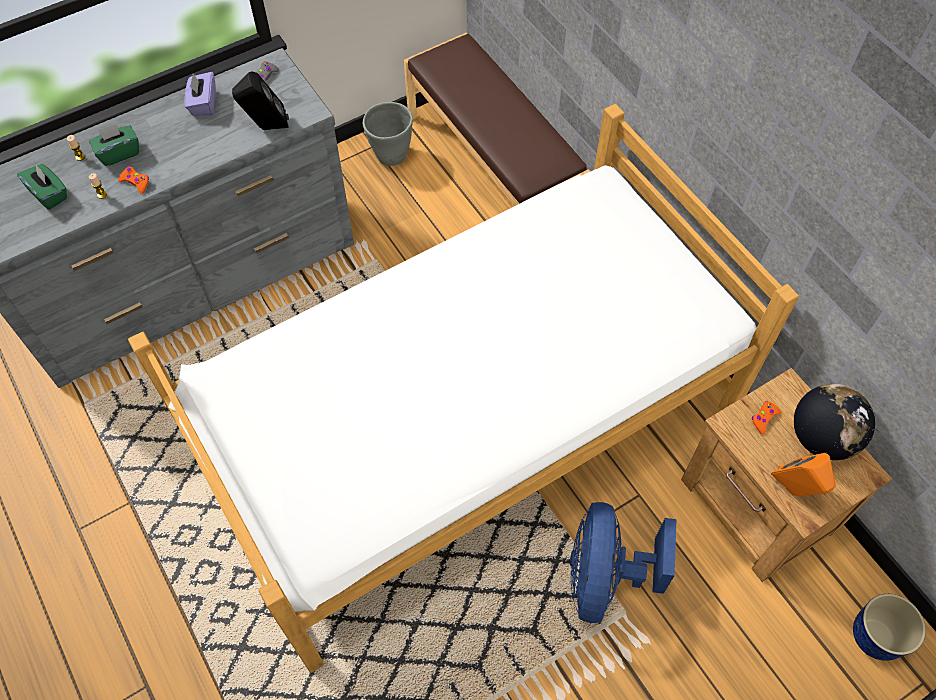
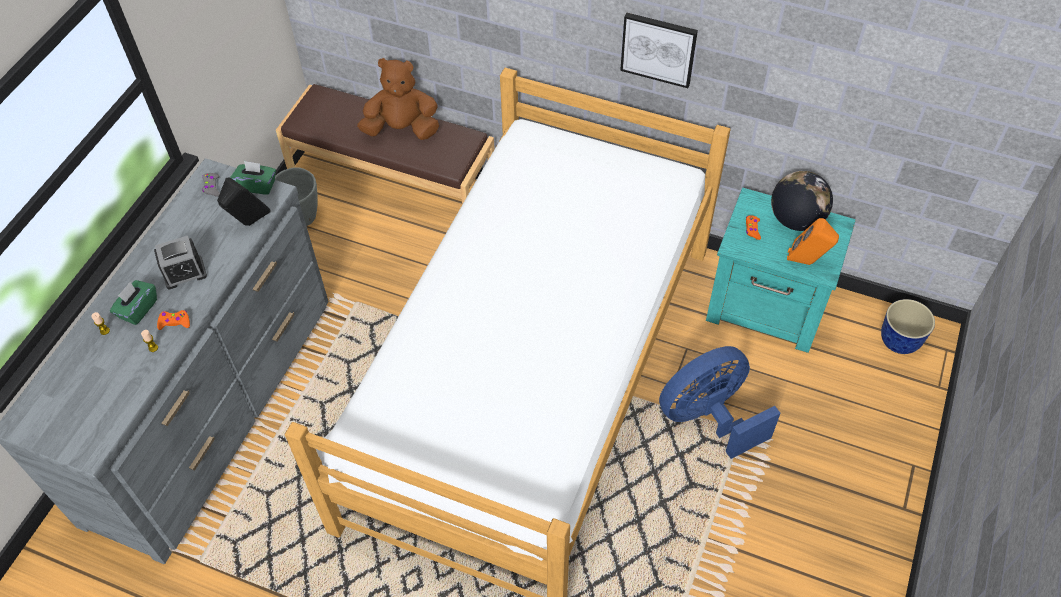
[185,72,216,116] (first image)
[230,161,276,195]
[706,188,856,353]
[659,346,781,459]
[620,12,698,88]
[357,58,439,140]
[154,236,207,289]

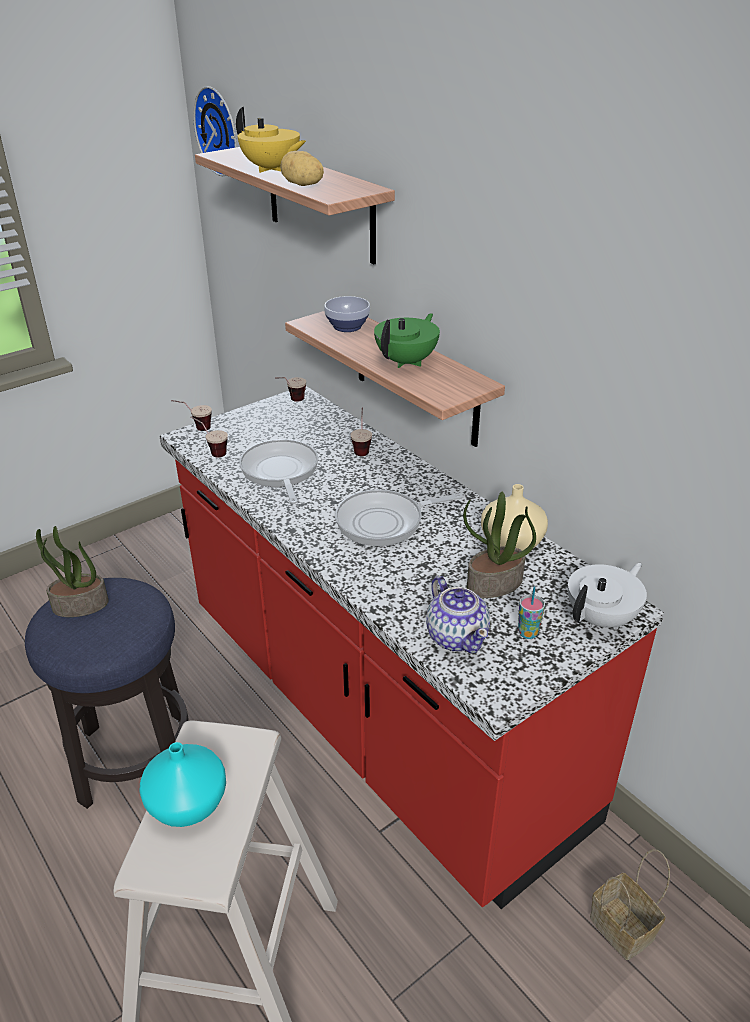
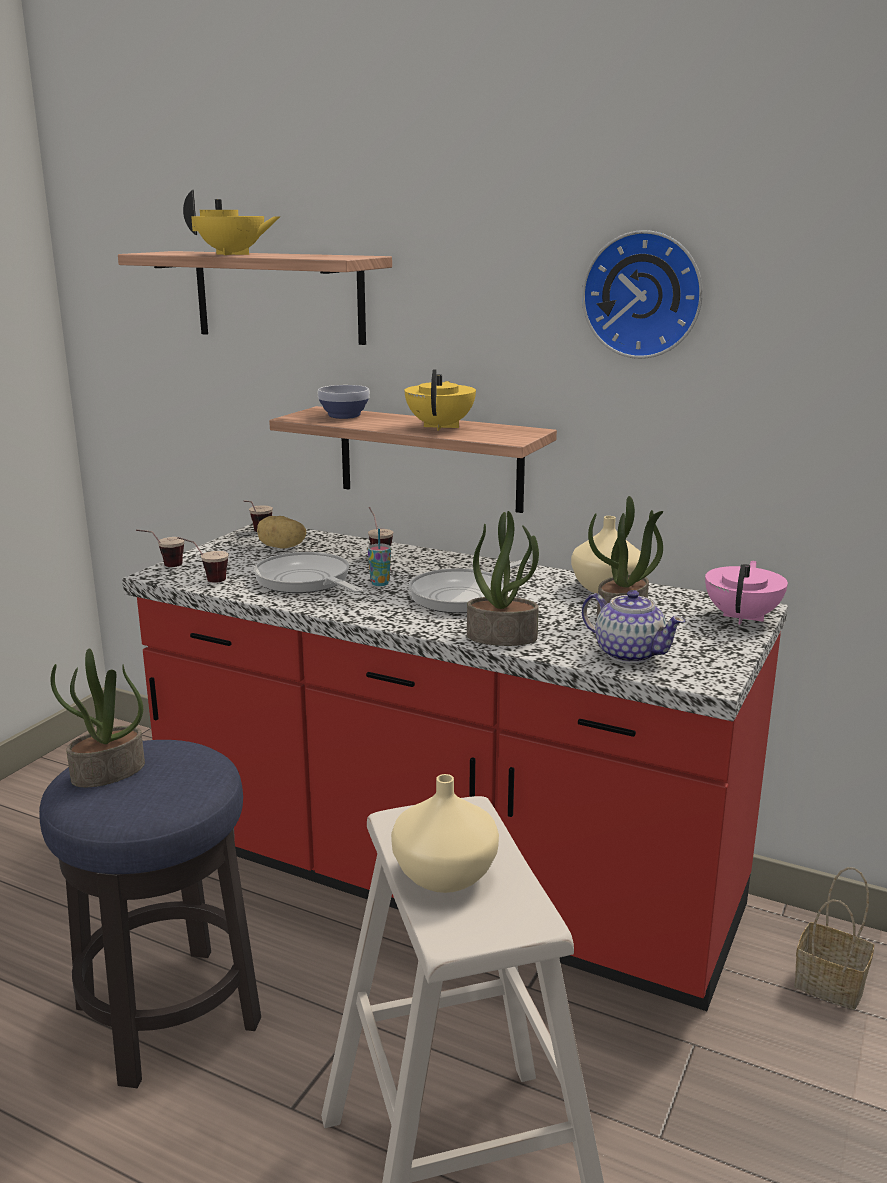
[582,230,703,359]
[257,516,306,548]
[405,369,476,431]
[705,561,788,625]
[368,529,391,586]
[391,774,499,893]
[467,511,539,646]

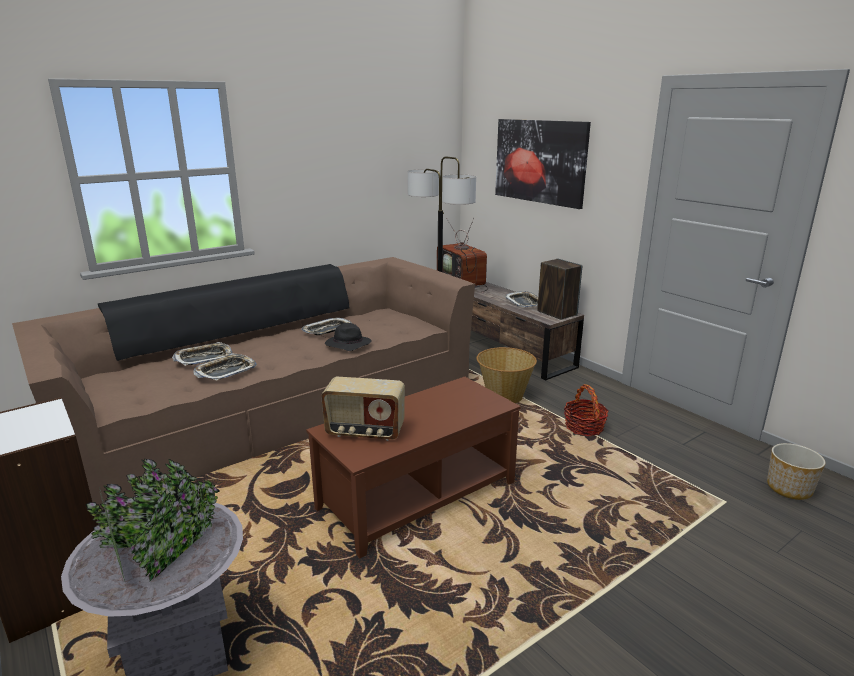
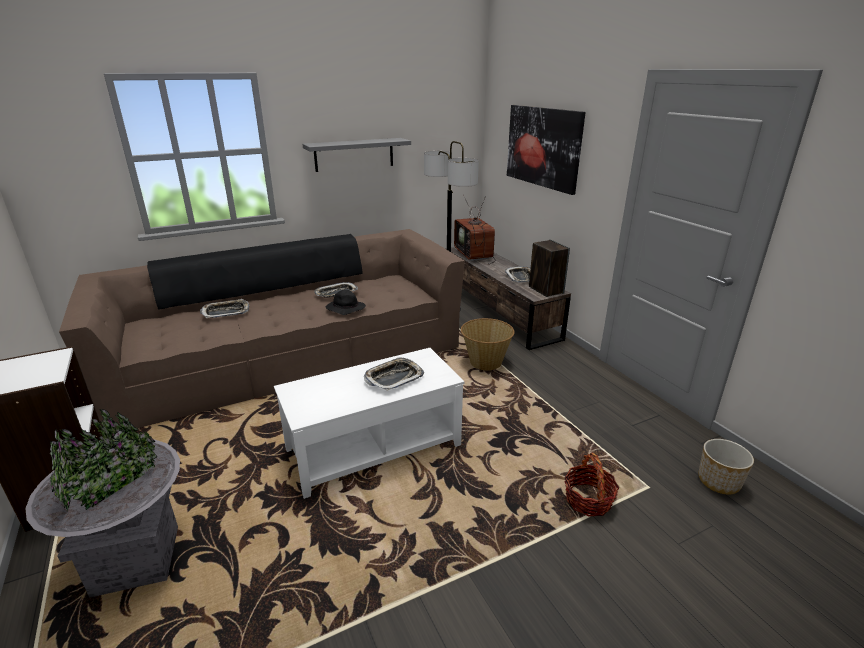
[364,357,424,391]
[274,348,464,499]
[321,377,405,441] (first image)
[564,453,619,517]
[302,138,411,172]

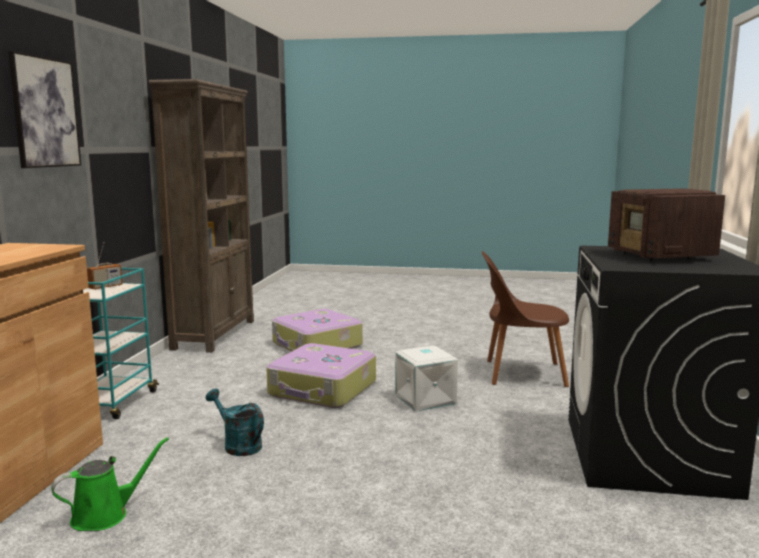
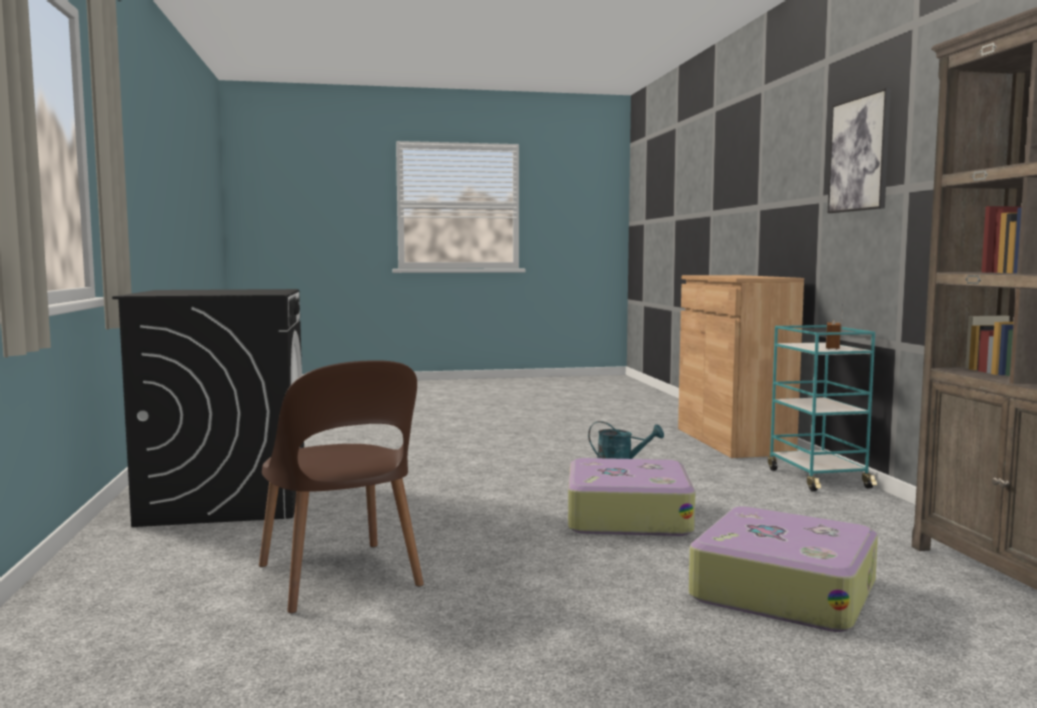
[608,188,725,262] (first image)
[259,360,424,613]
[395,346,458,412] (first image)
[51,437,169,531] (first image)

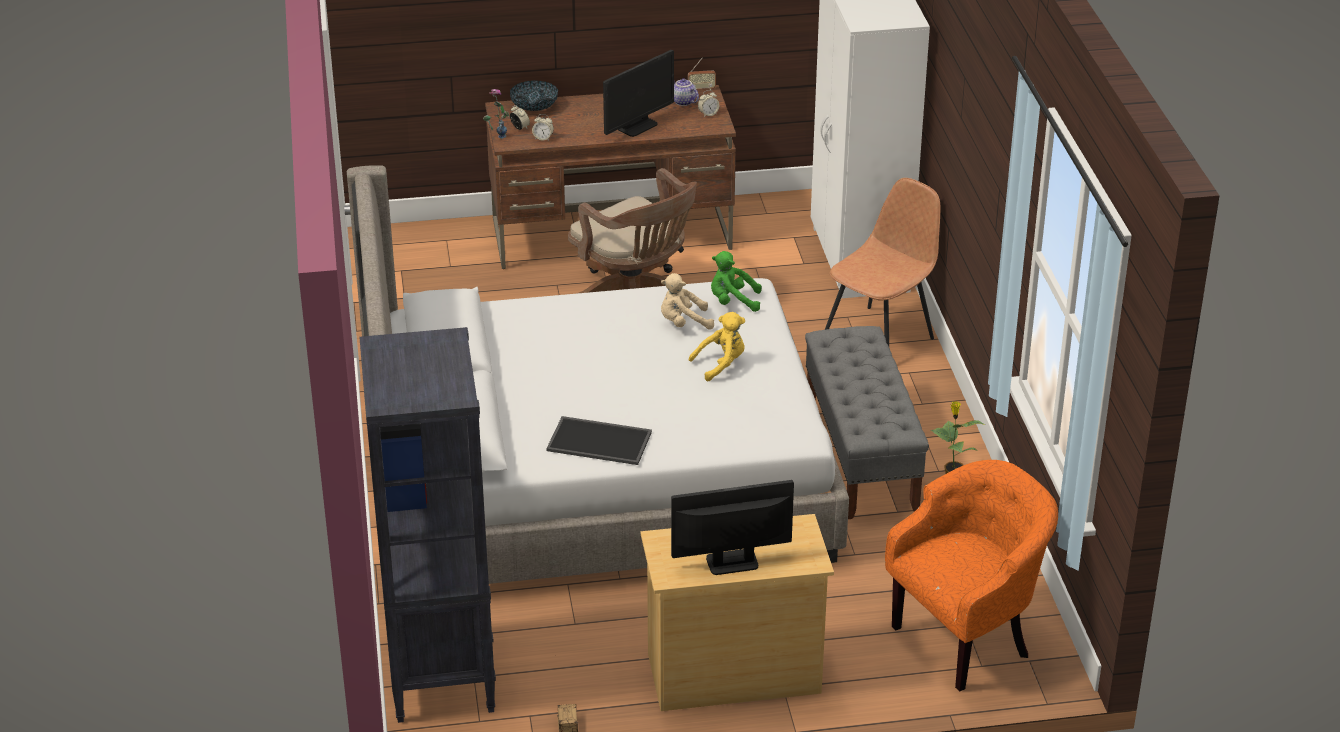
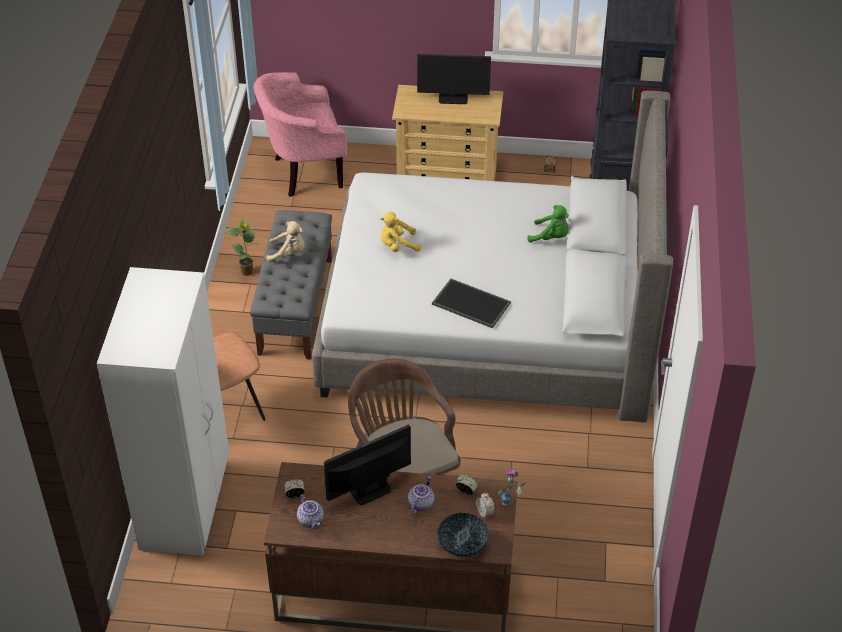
[688,58,716,90] (first image)
[527,205,569,242]
[266,221,305,262]
[432,279,511,328]
[253,72,347,197]
[408,476,434,514]

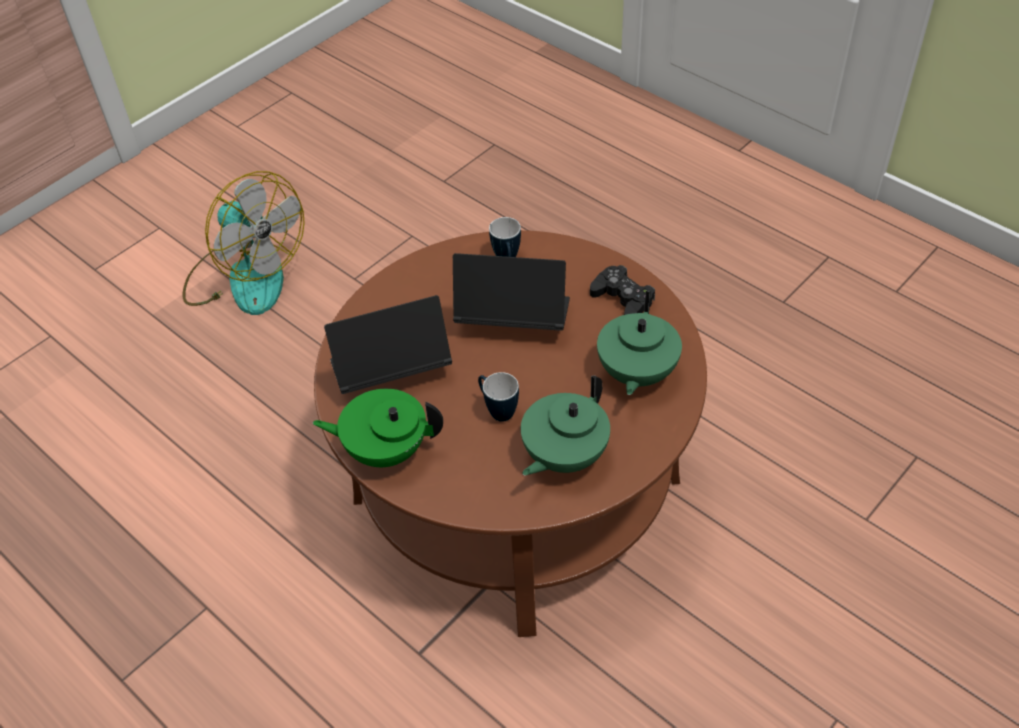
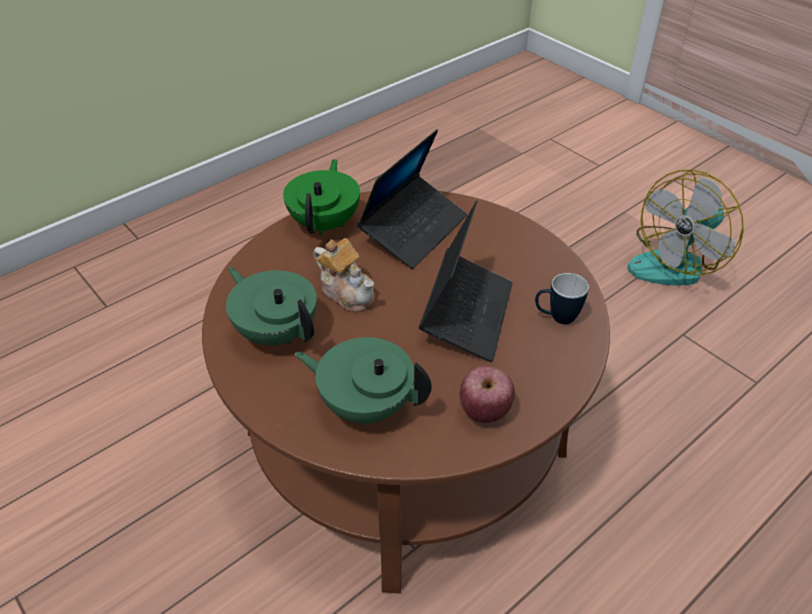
[460,366,515,423]
[357,129,467,269]
[314,238,375,312]

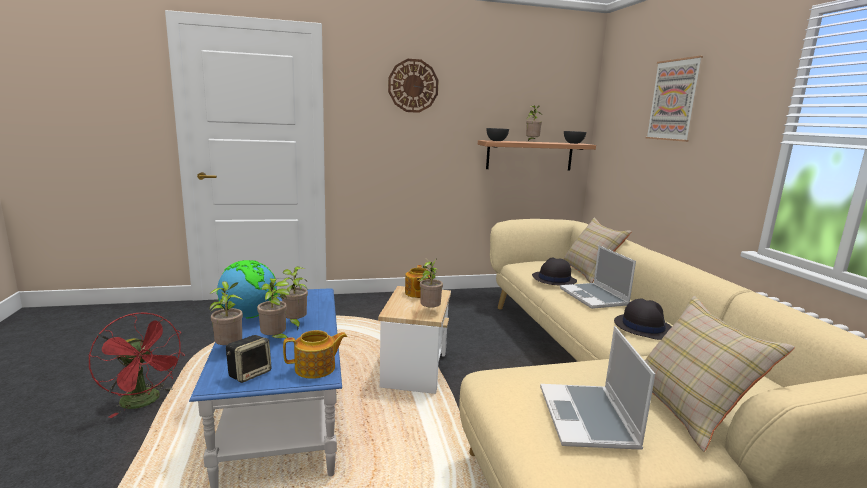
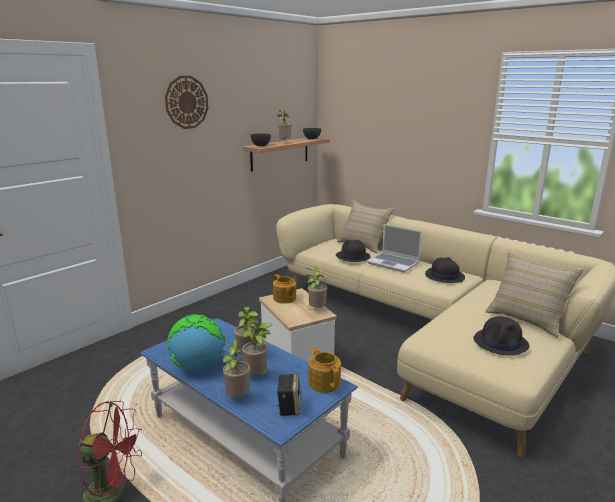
[646,56,703,142] (first image)
[473,316,529,356]
[308,346,341,393]

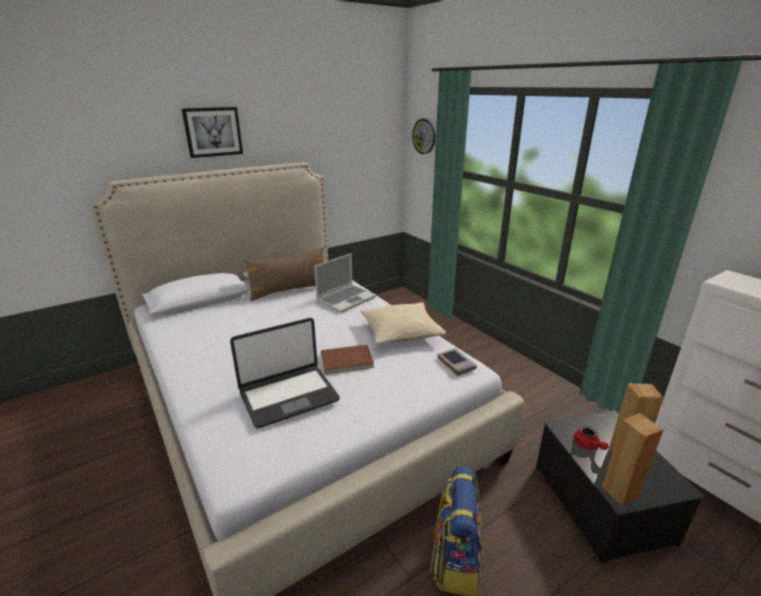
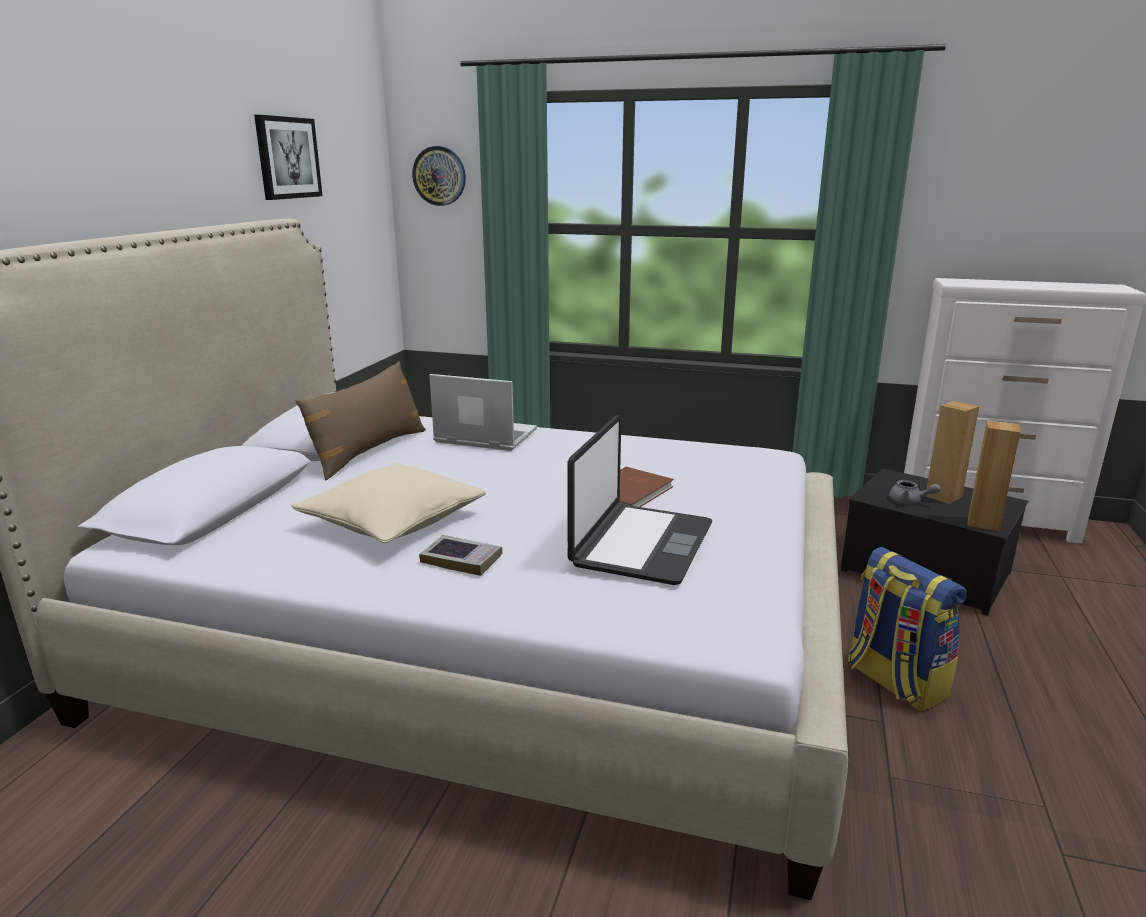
[254,115,323,200]
[430,374,537,451]
[291,463,486,543]
[419,535,502,576]
[889,480,941,504]

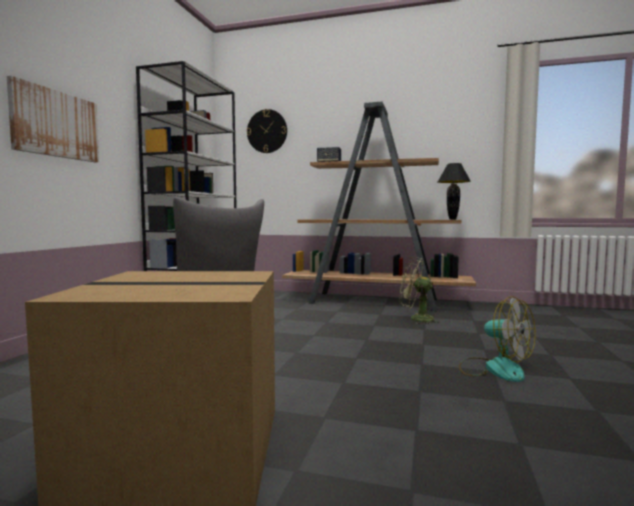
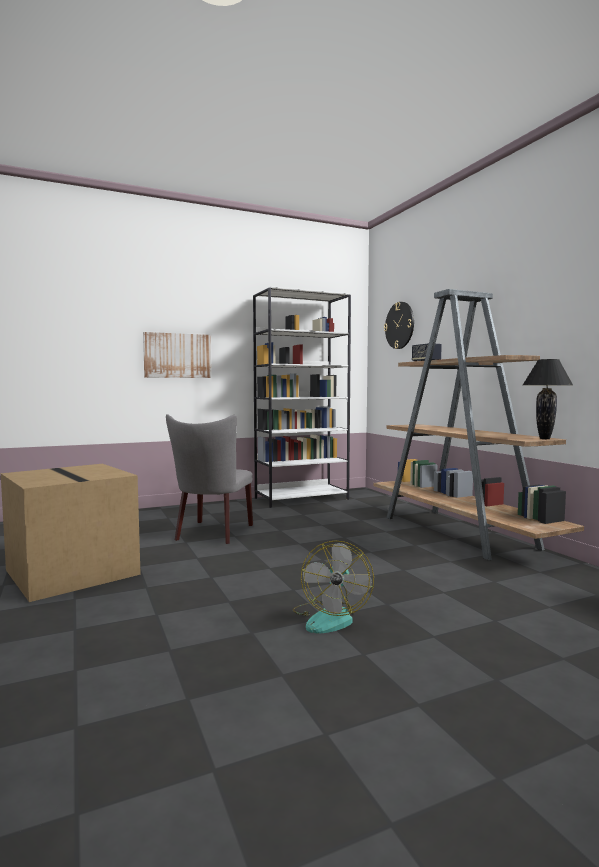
[399,257,441,324] (first image)

